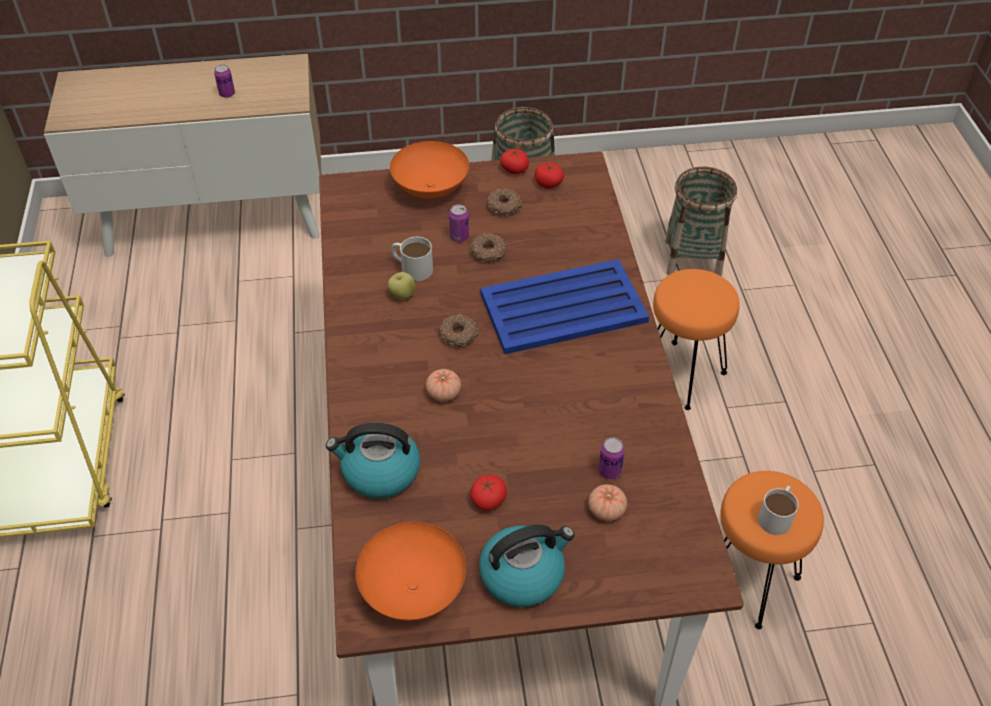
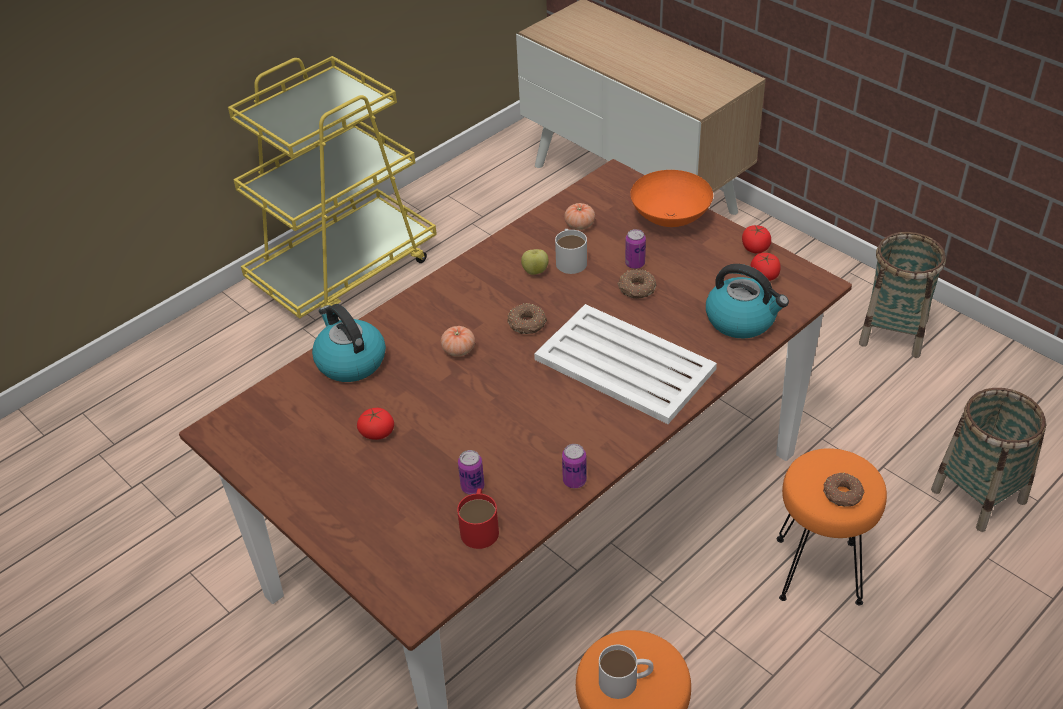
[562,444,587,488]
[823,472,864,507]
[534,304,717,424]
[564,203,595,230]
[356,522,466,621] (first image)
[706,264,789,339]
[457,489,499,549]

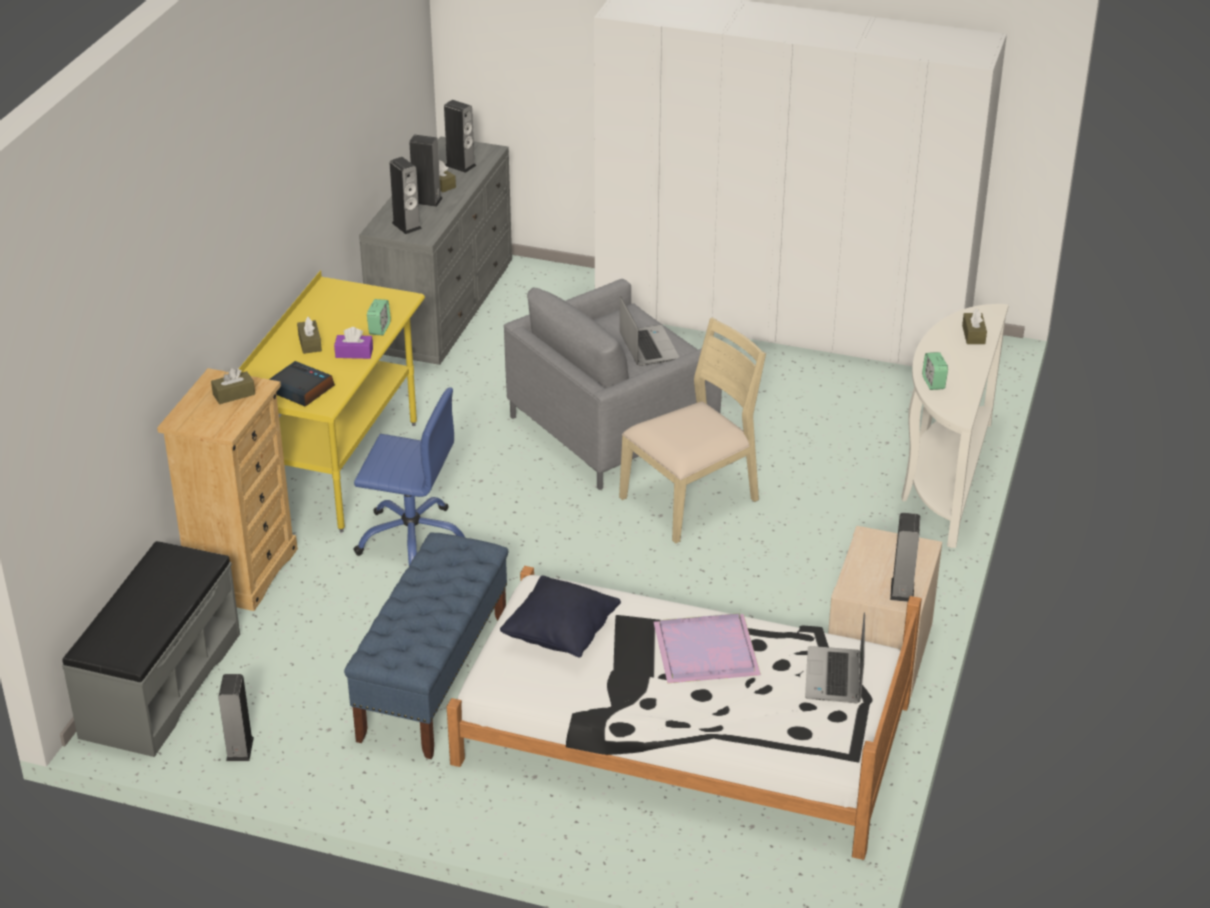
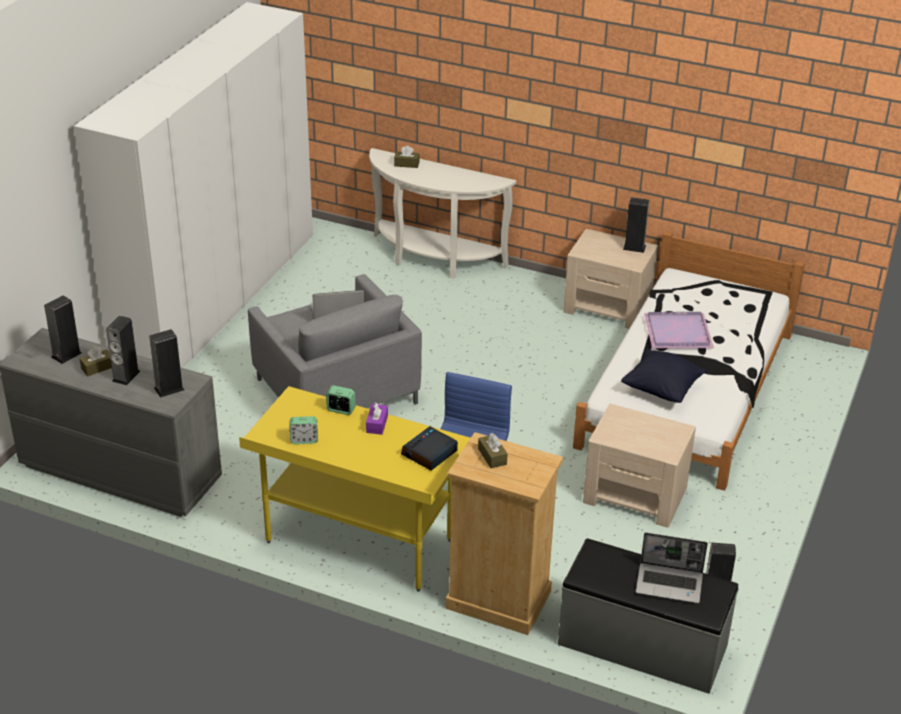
[297,316,322,354] (first image)
[619,318,766,543] (first image)
[290,416,318,444]
[583,404,696,528]
[636,533,708,603]

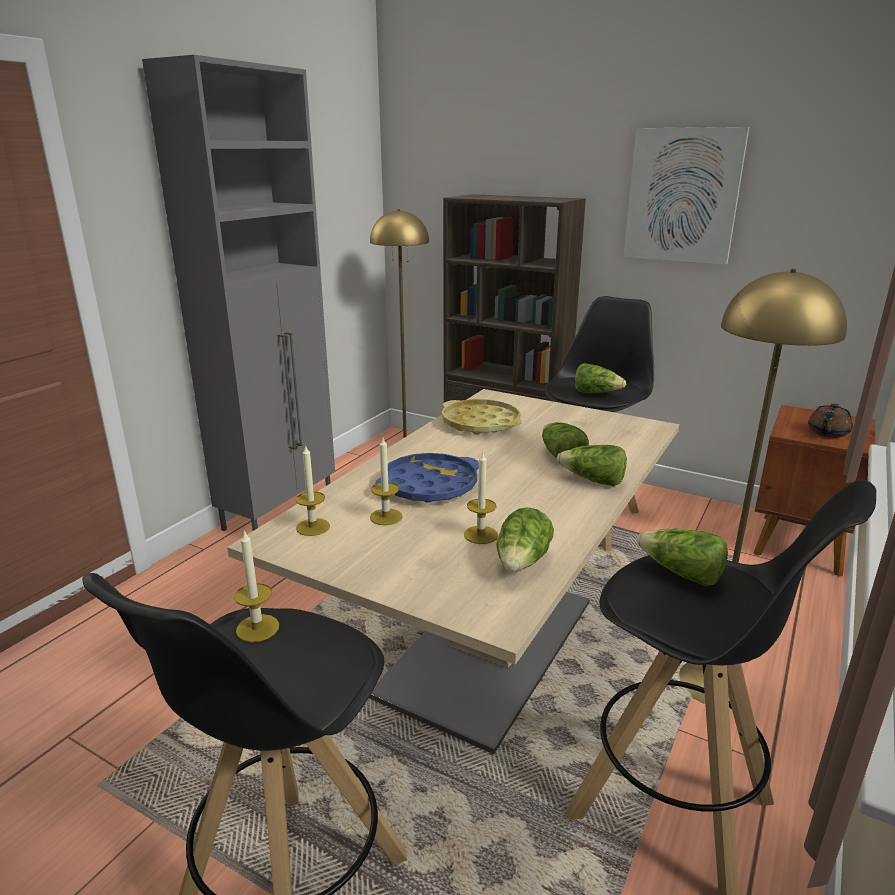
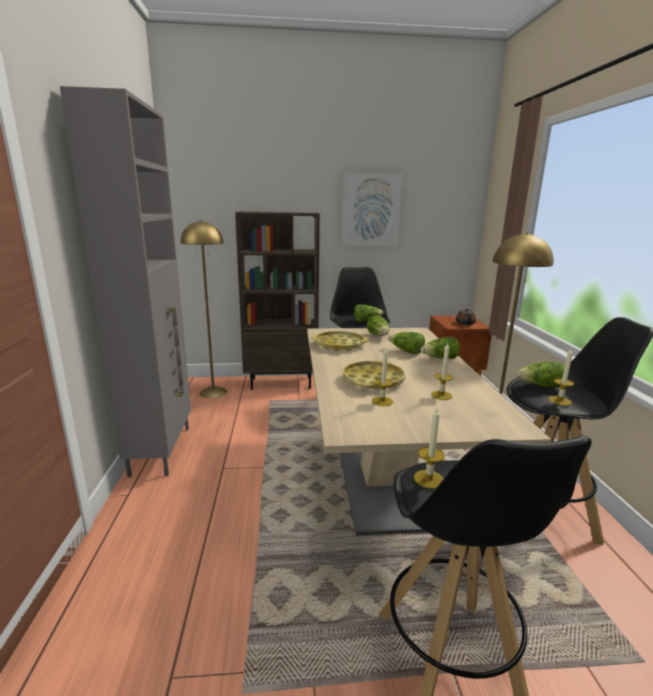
[548,347,574,406]
[343,360,405,389]
[367,315,390,336]

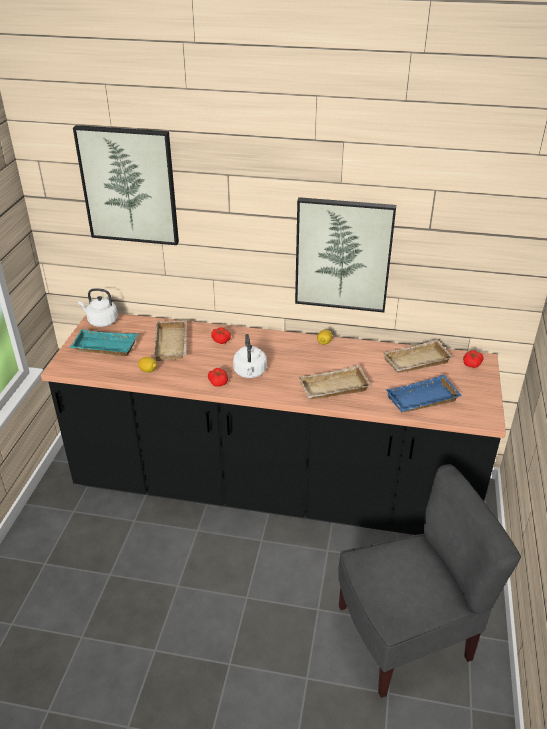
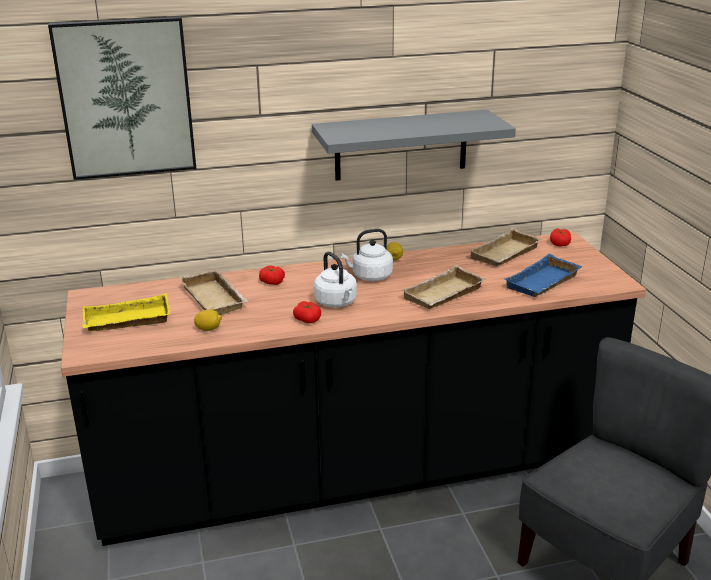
[312,110,516,181]
[340,229,393,281]
[82,294,170,332]

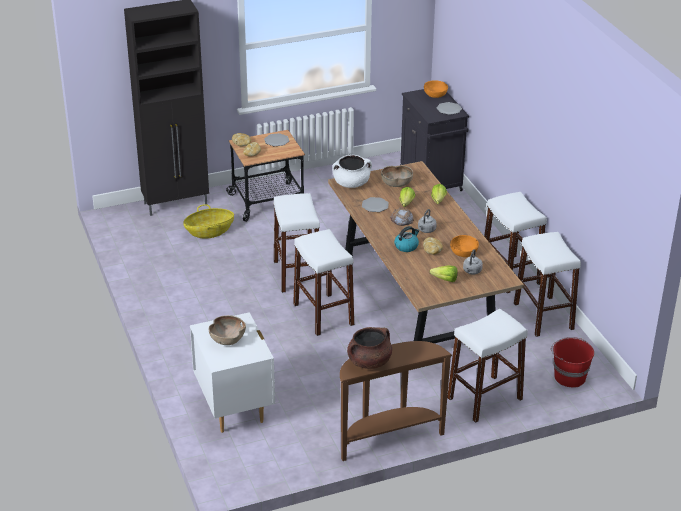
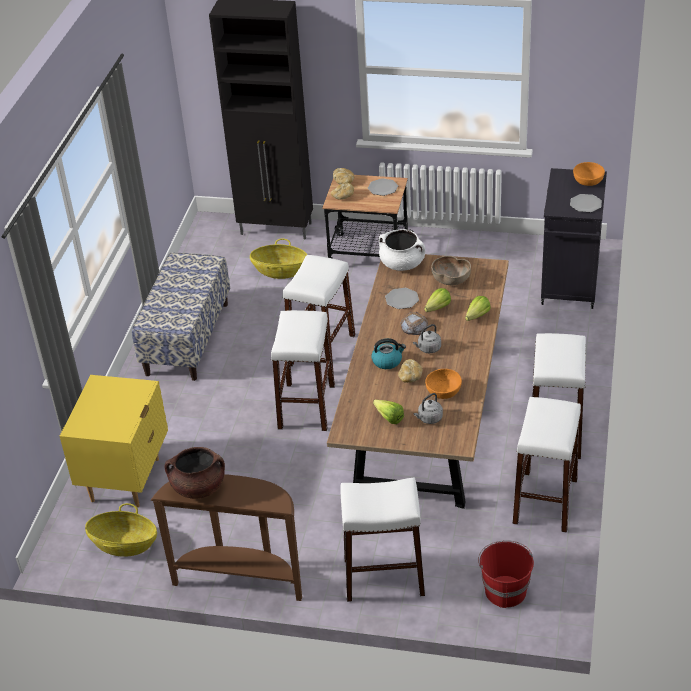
[60,375,168,507]
[209,315,246,345] (first image)
[132,252,230,381]
[85,503,157,557]

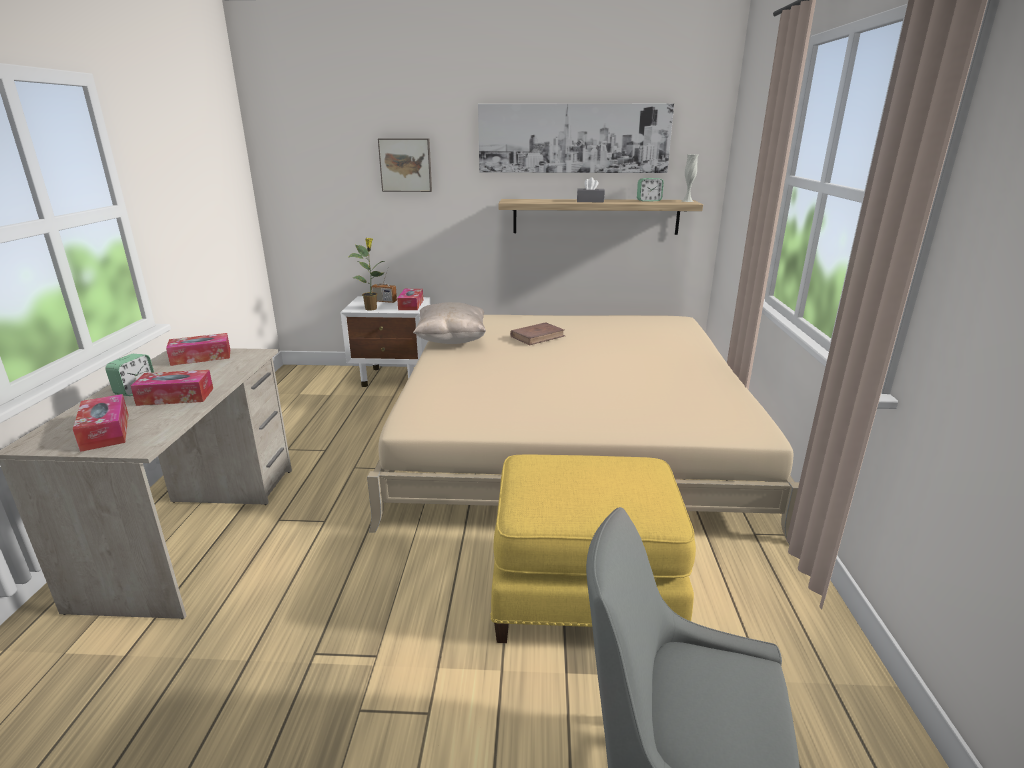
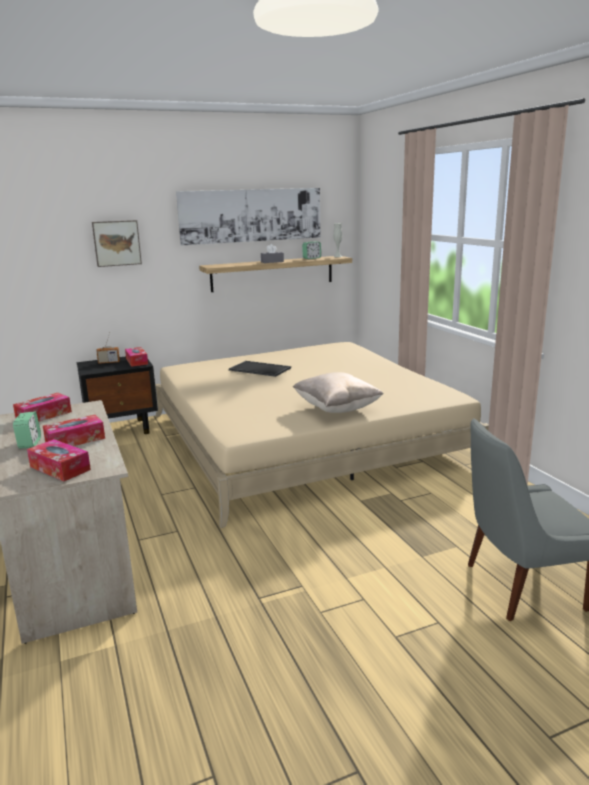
[348,238,385,311] (first image)
[77,356,158,434]
[292,372,384,413]
[229,361,291,377]
[491,454,696,643] (first image)

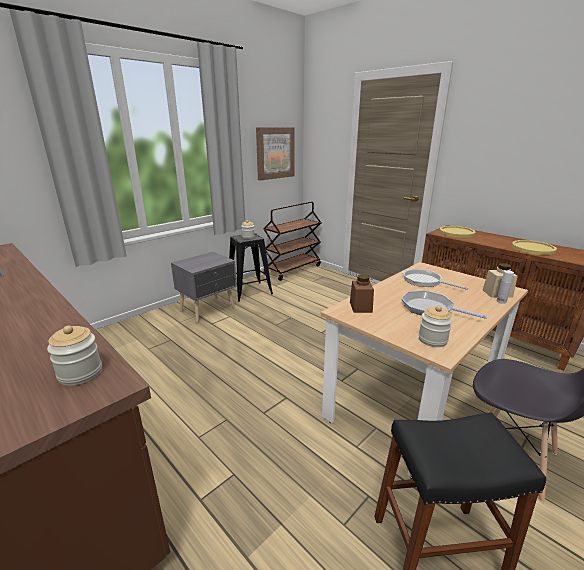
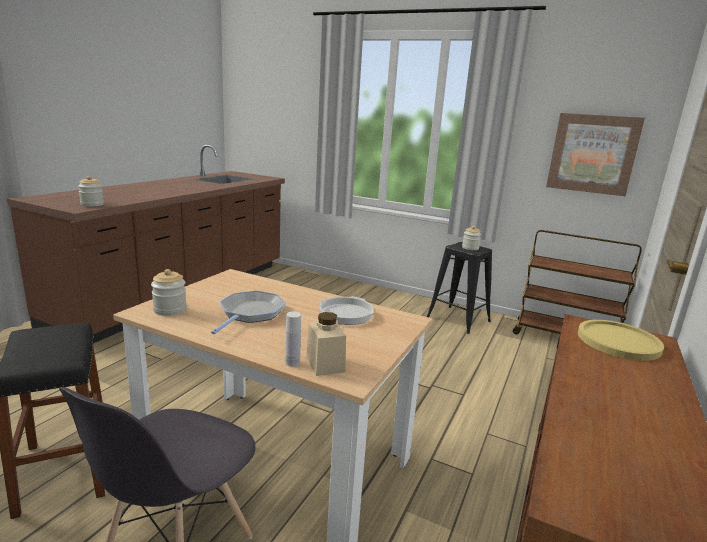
[512,240,557,255] (first image)
[171,252,237,323] (first image)
[350,274,374,313] (first image)

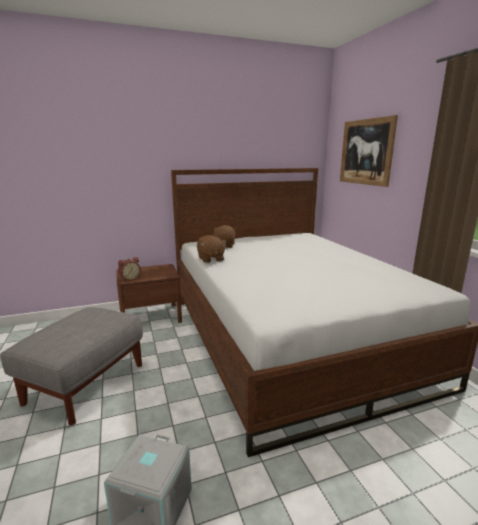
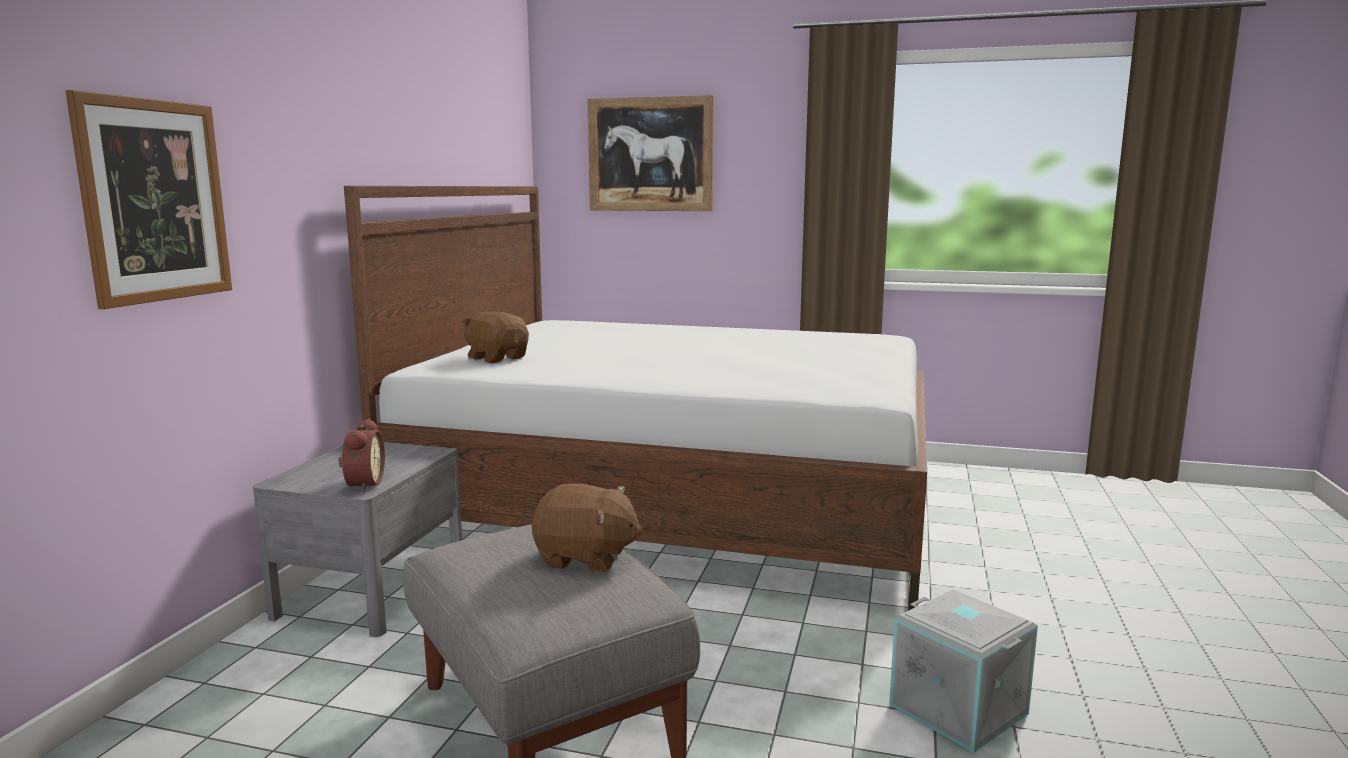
[532,484,643,572]
[253,442,462,637]
[66,90,232,309]

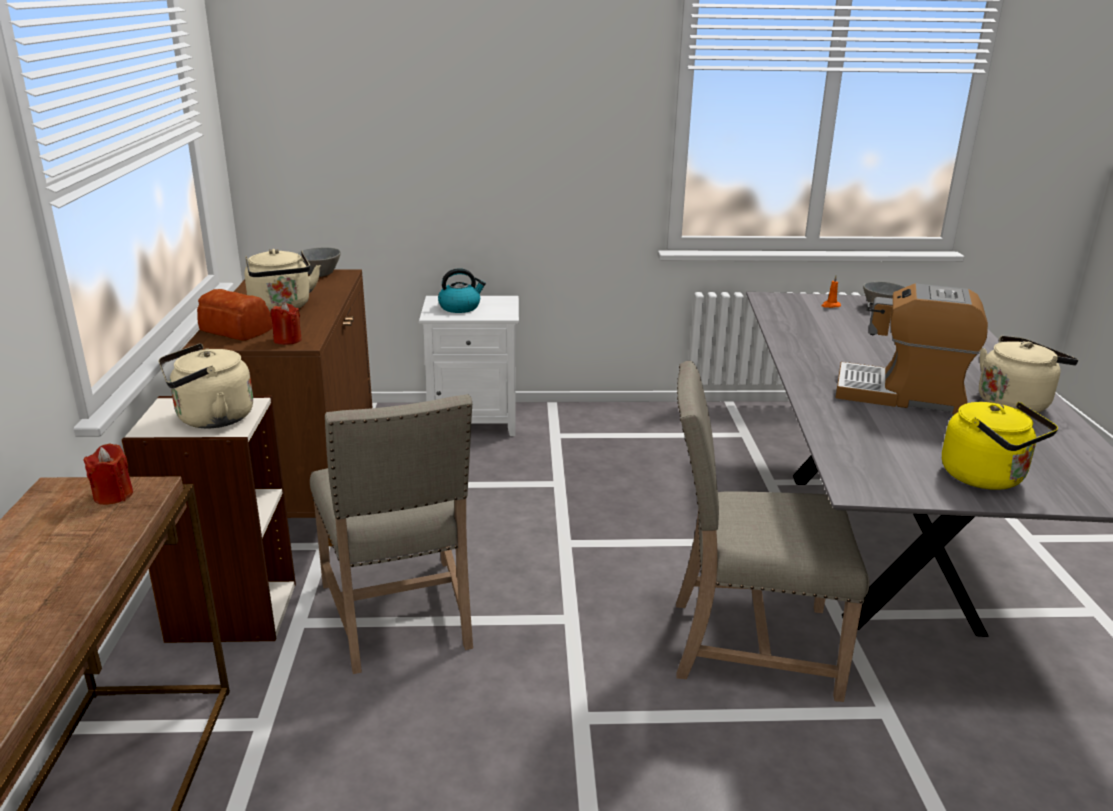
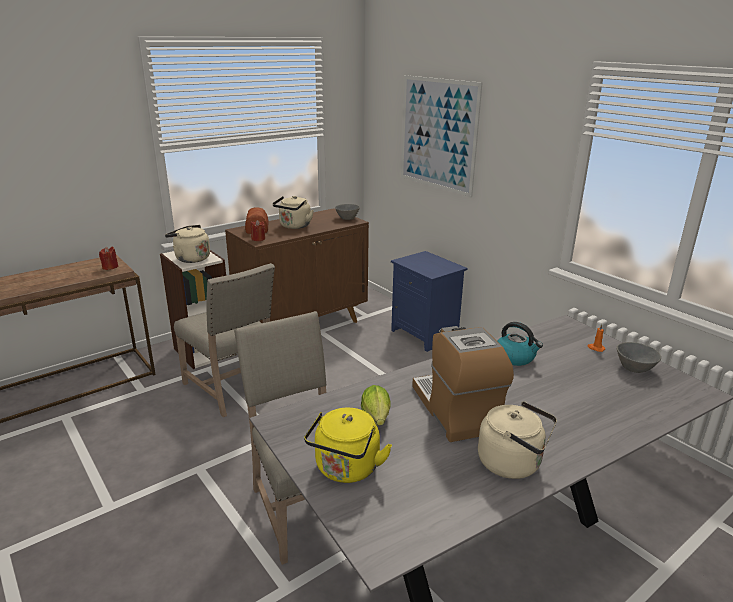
[497,322,543,366]
[391,251,468,352]
[174,263,275,417]
[401,75,483,197]
[361,385,391,425]

